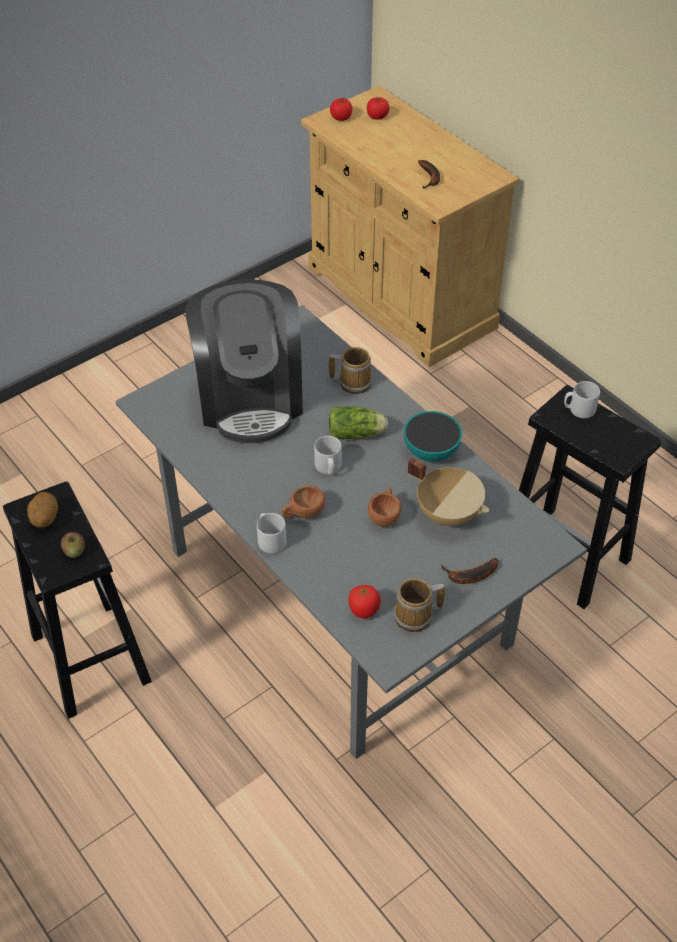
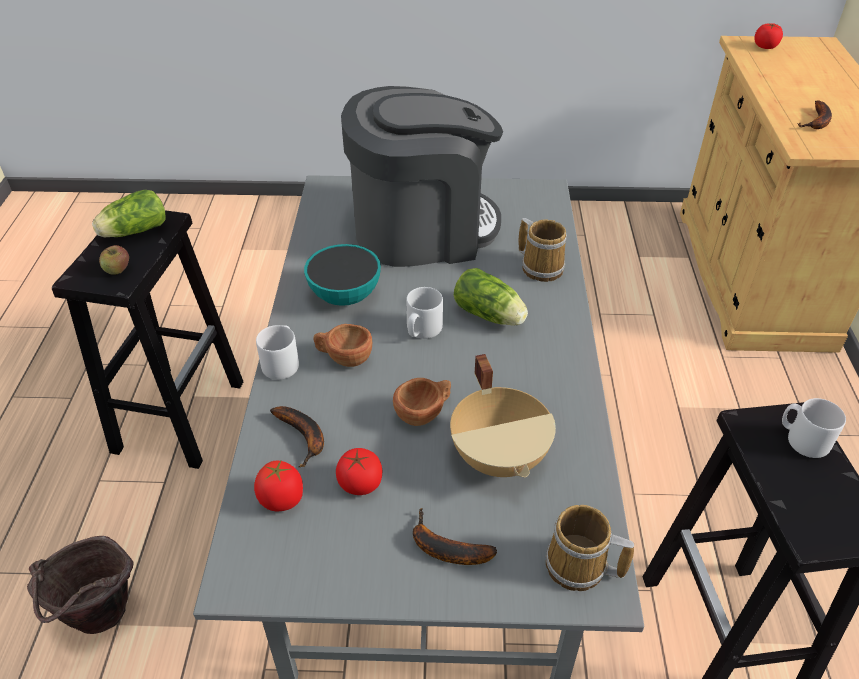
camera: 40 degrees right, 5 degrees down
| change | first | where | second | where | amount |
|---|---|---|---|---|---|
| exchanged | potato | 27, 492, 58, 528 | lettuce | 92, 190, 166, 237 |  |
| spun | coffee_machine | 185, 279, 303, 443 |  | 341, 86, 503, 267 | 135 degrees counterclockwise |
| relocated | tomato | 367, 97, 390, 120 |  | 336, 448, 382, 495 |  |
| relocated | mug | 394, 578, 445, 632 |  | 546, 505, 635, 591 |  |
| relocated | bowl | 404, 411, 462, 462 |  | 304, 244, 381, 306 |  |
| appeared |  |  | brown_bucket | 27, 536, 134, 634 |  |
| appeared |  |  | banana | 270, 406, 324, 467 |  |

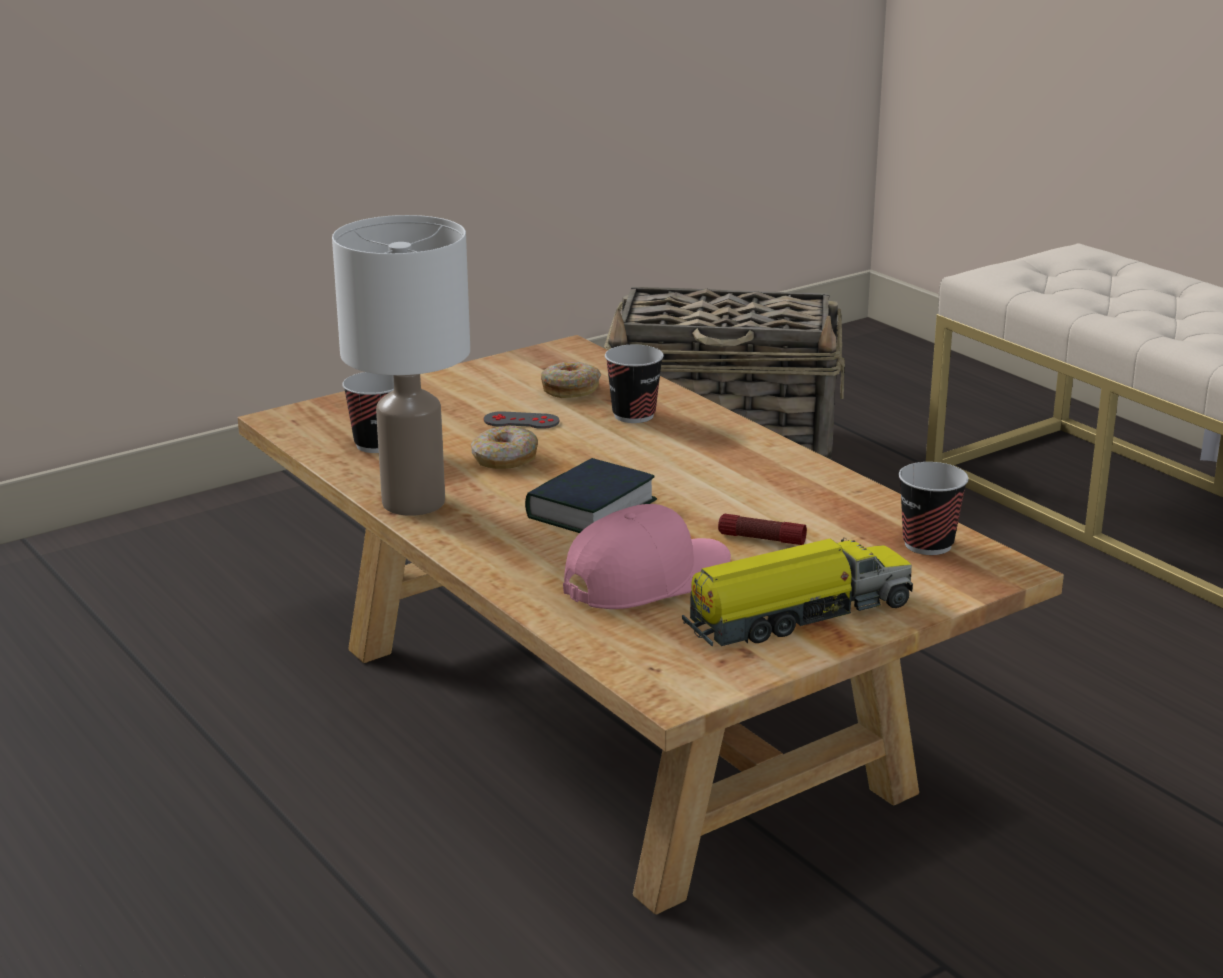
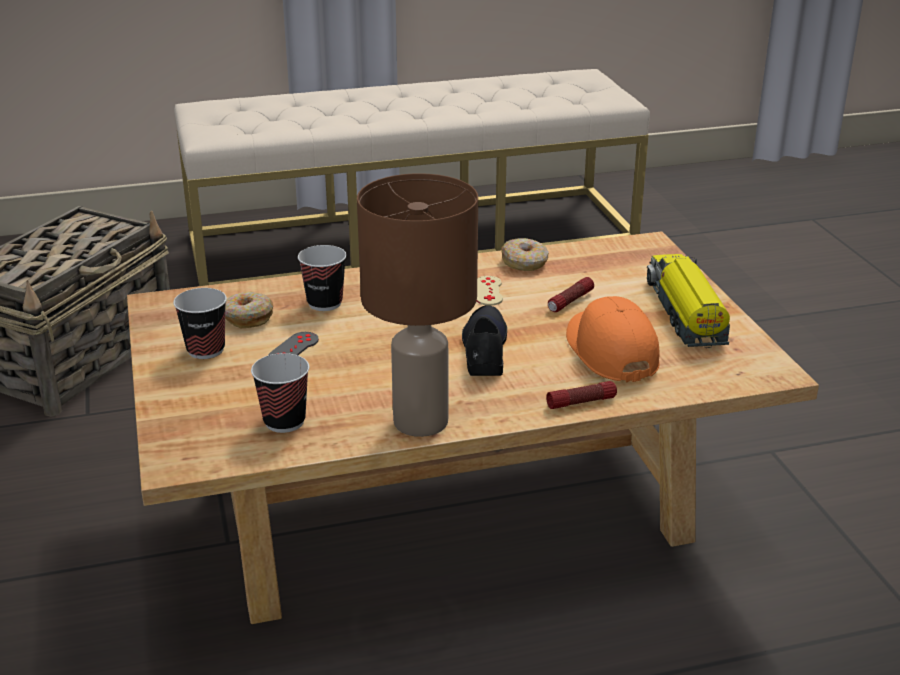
camera: 70 degrees left, 5 degrees up
| change | first | where | second | where | amount |
|---|---|---|---|---|---|
| colour | white_table_lamp | 332, 215, 470, 516 | brown_table_lamp | 357, 173, 478, 437 |  |
| relocated | donut | 471, 426, 538, 469 |  | 501, 238, 549, 271 |  |
| exchanged | book | 525, 458, 657, 533 | black_shoe | 462, 305, 507, 376 |  |
| colour | pink_cap | 563, 504, 731, 609 | orange_cap | 566, 296, 660, 383 |  |
| relocated | cup | 899, 462, 968, 555 |  | 173, 288, 227, 359 |  |
| appeared |  |  | beige_game_controller | 477, 276, 503, 306 |  |
| appeared |  |  | flashlight | 546, 381, 617, 409 |  |

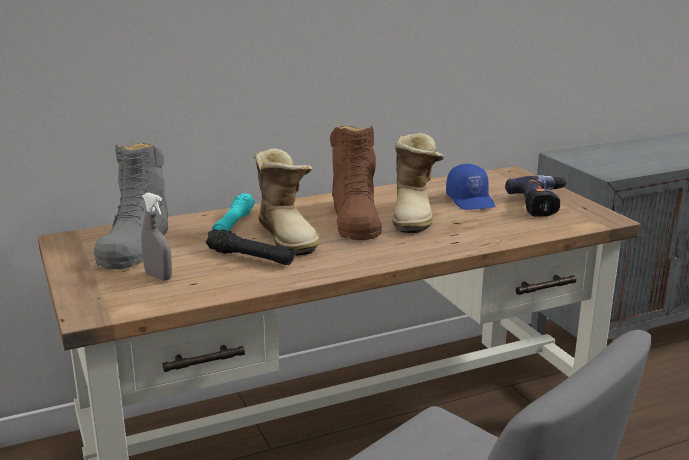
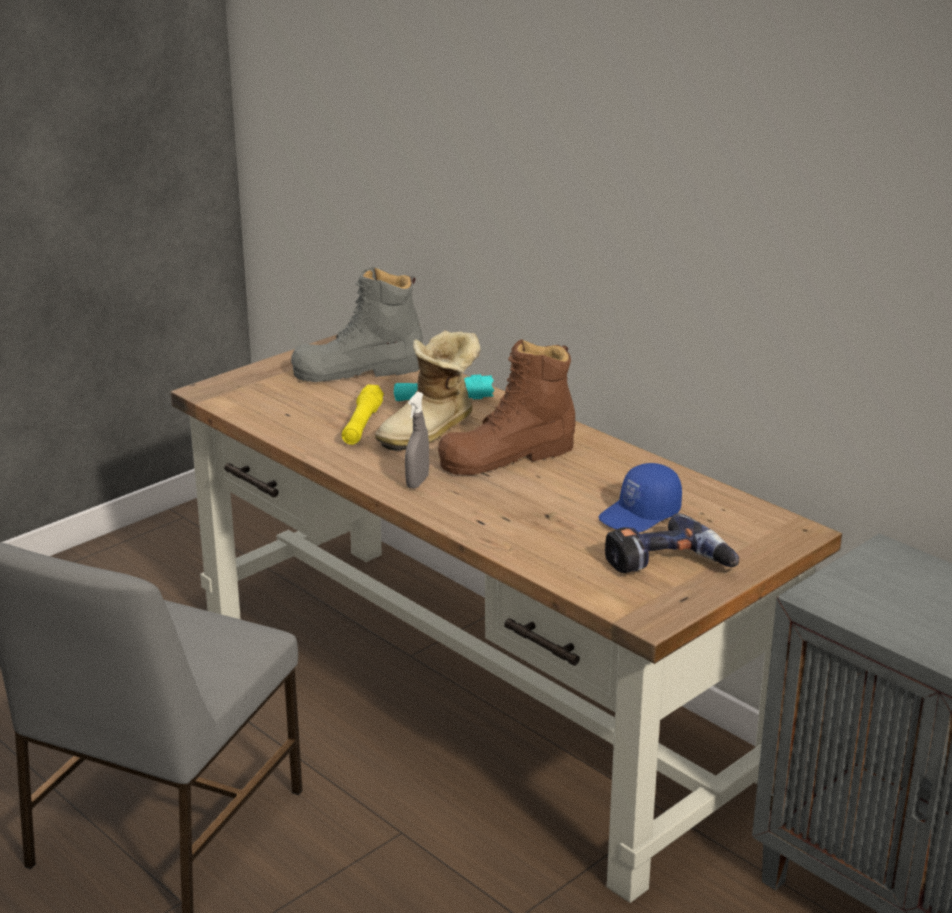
camera: 70 degrees right, 5 degrees up
| change | first | where | second | where | amount |
|---|---|---|---|---|---|
| relocated | grey_spray_bottle | 141, 193, 172, 281 |  | 405, 392, 429, 489 |  |
| colour | black_flashlight | 205, 229, 294, 265 | yellow_flashlight | 342, 384, 384, 445 |  |
| missing | boot | 393, 133, 444, 233 |  |  |  |

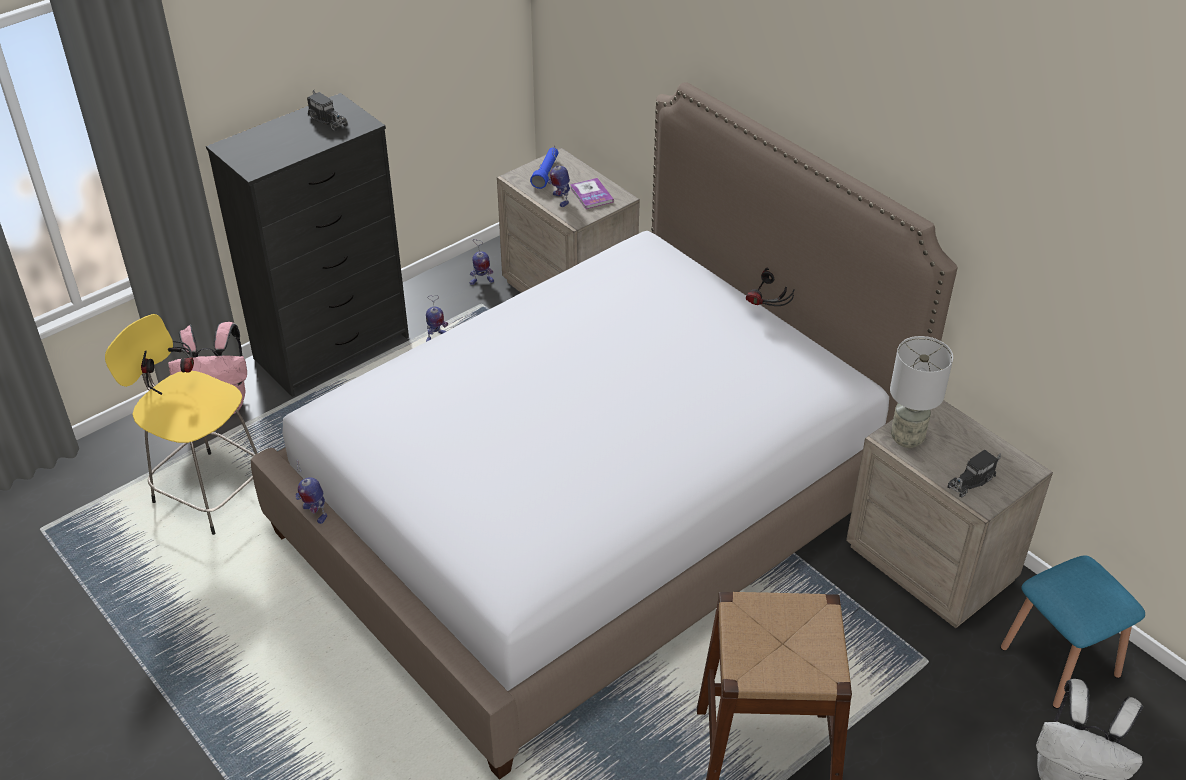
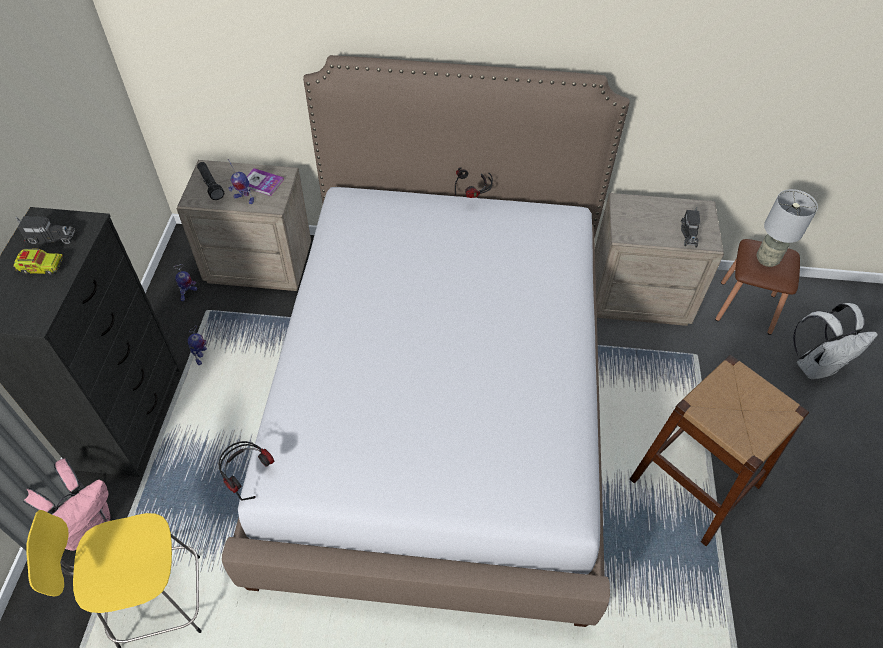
camera: 45 degrees left, 10 degrees up
| change | first | where | second | where | amount |
|---|---|---|---|---|---|
| relocated | headphones | 141, 341, 194, 395 |  | 218, 441, 275, 501 |  |
| missing | toy_robot | 295, 459, 327, 524 |  |  |  |
| colour | blue_flashlight | 530, 147, 559, 189 | black_flashlight | 197, 162, 224, 200 |  |
| relocated | grey_table_lamp | 890, 336, 953, 448 |  | 757, 189, 818, 267 |  |
| colour | blue_stool | 1001, 555, 1145, 709 | brown_stool | 715, 239, 800, 335 |  |
| appeared |  |  | toy_truck | 13, 248, 63, 275 |  |

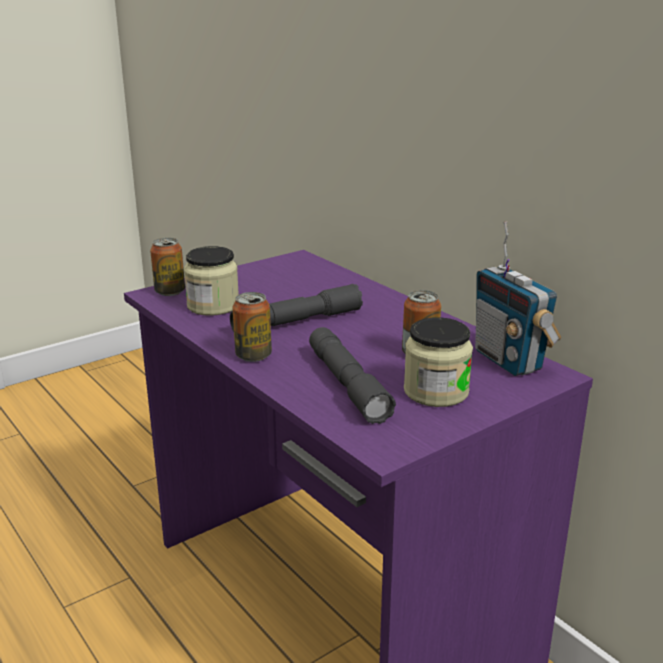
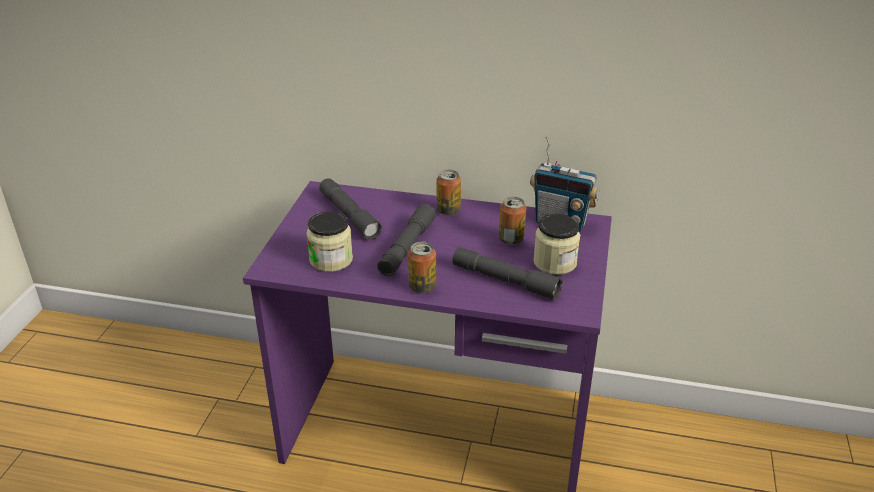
camera: 40 degrees left, 10 degrees up
| change | first | where | second | where | amount |
|---|---|---|---|---|---|
| relocated | can | 150, 238, 185, 296 |  | 436, 170, 461, 216 |  |
| appeared |  |  | grey_flashlight | 319, 178, 382, 240 |  |

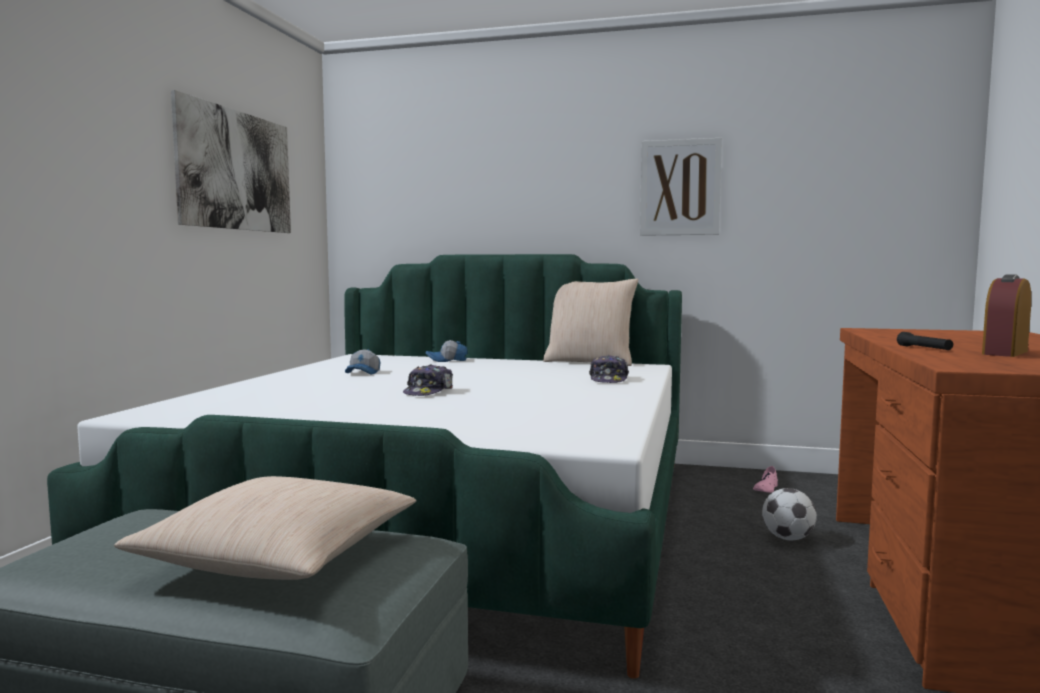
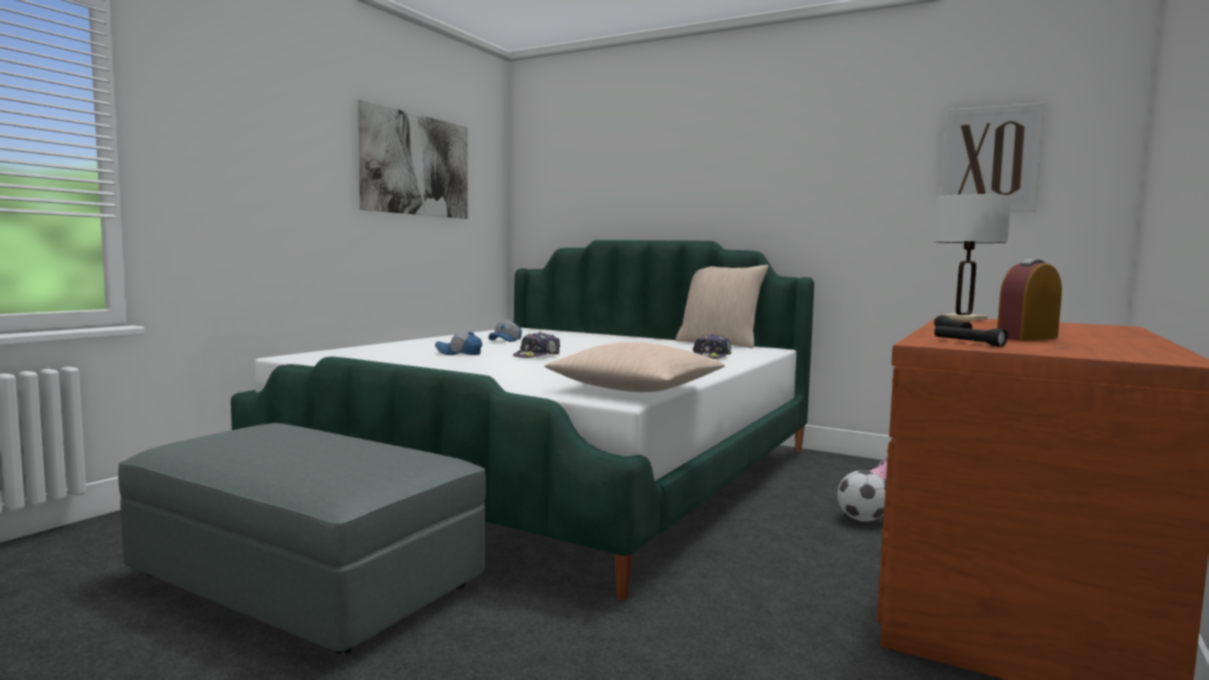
camera: 15 degrees right, 0 degrees up
| change | first | where | second | where | amount |
|---|---|---|---|---|---|
| relocated | beige_pillow | 114, 476, 417, 580 |  | 545, 342, 725, 392 |  |
| relocated | cap | 425, 340, 468, 362 |  | 435, 330, 482, 355 |  |
| relocated | picture | 640, 138, 722, 236 |  | 941, 103, 1045, 212 |  |
| appeared |  |  | white_table_lamp | 933, 194, 1012, 321 |  |
| appeared |  |  | black_flashlight | 934, 325, 1008, 347 |  |

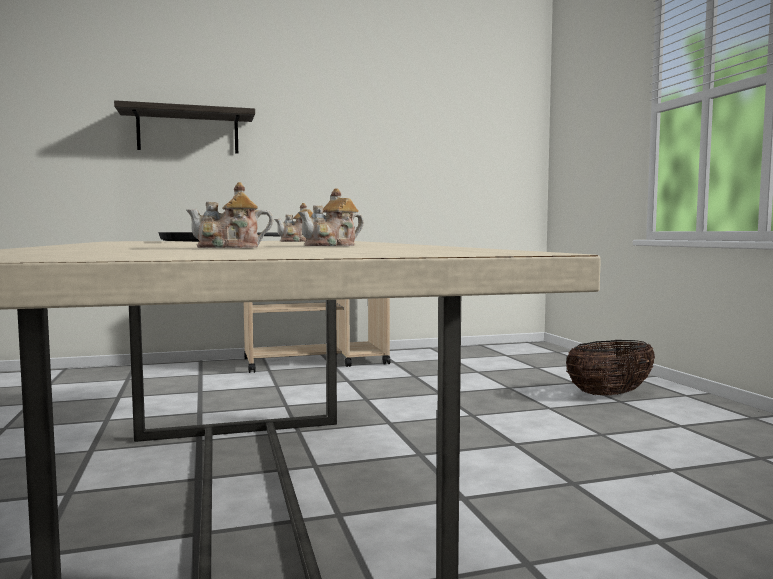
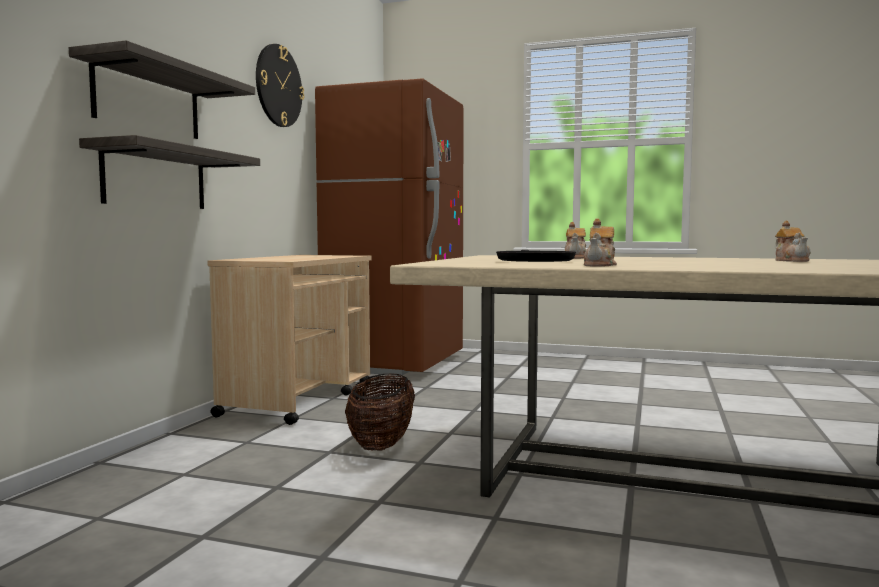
camera: 55 degrees left, 0 degrees up
| change | first | where | second | where | amount |
|---|---|---|---|---|---|
| relocated | teapot | 186, 182, 273, 248 |  | 584, 219, 617, 266 |  |
| relocated | basket | 566, 340, 655, 396 |  | 345, 373, 415, 451 |  |
| appeared |  |  | shelf | 79, 135, 260, 209 |  |
| appeared |  |  | wall_clock | 256, 44, 304, 127 |  |
| appeared |  |  | brown_fridge | 315, 78, 463, 376 |  |

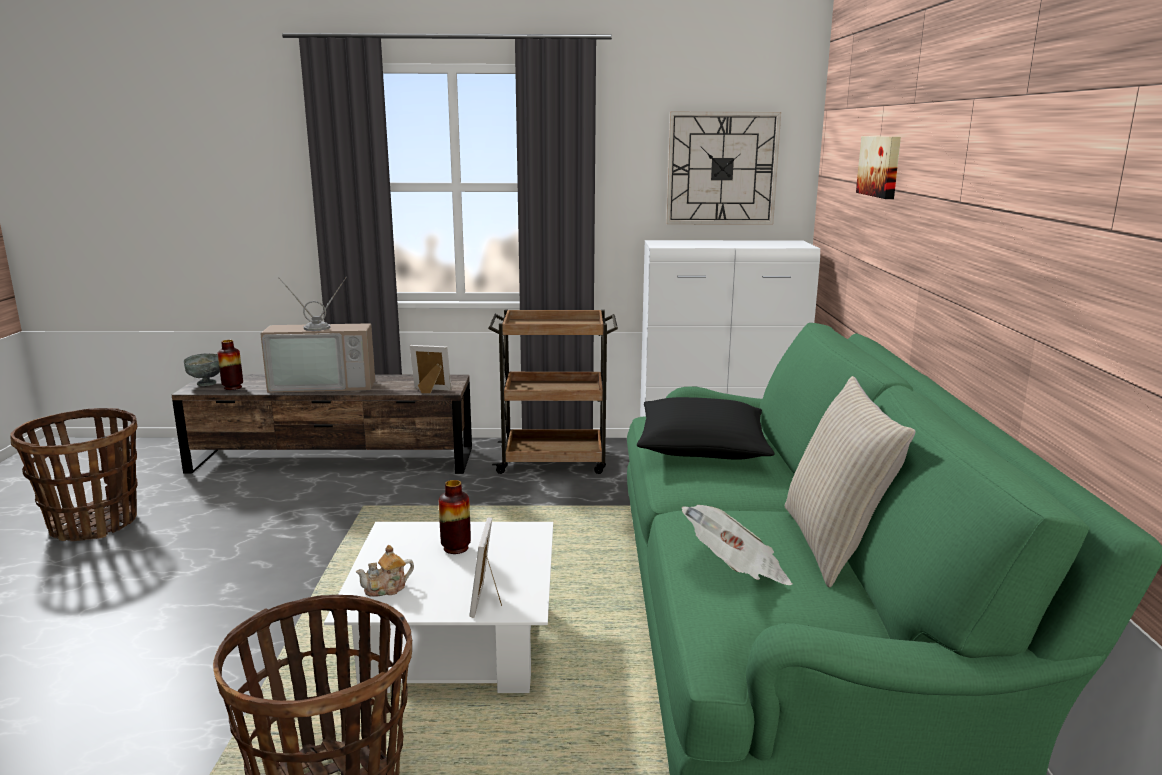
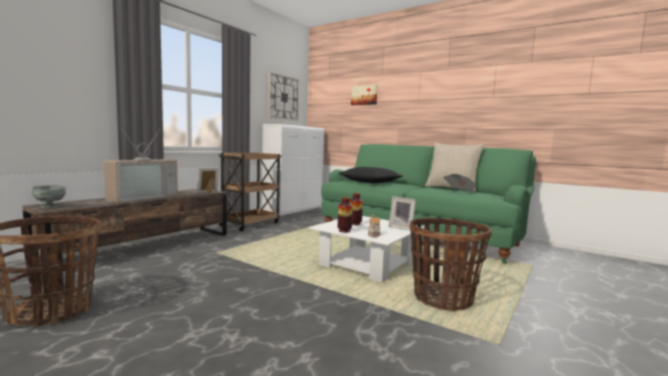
camera: 55 degrees left, 10 degrees down
| change | first | where | second | where | amount |
|---|---|---|---|---|---|
| relocated | vase | 218, 340, 243, 390 |  | 338, 197, 353, 233 |  |

